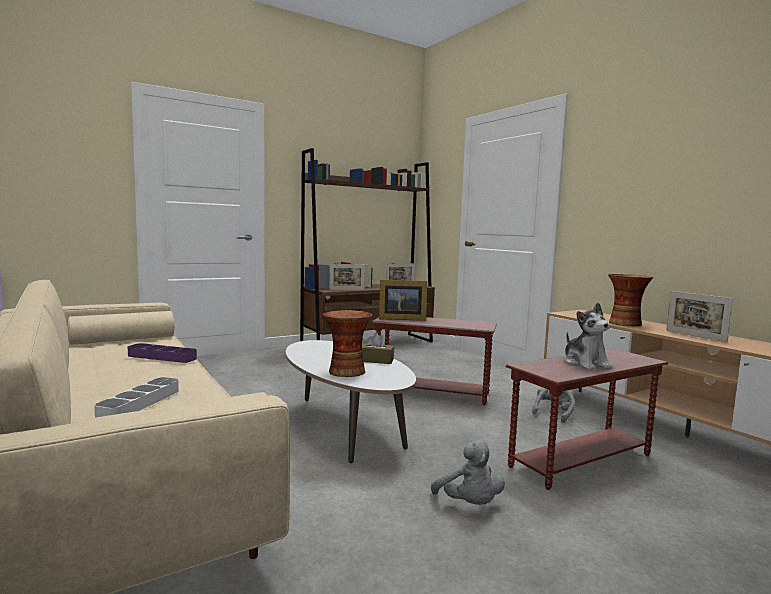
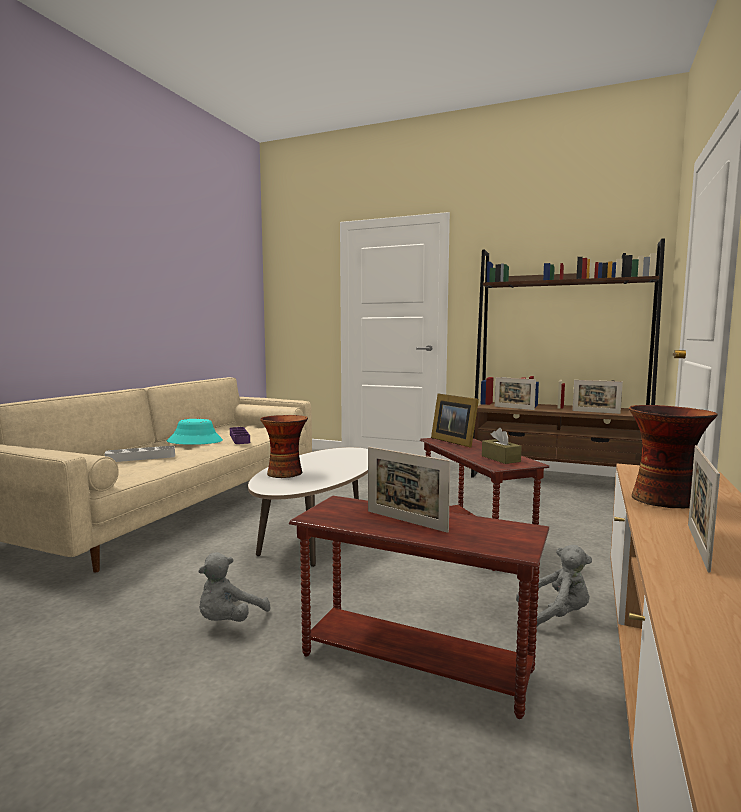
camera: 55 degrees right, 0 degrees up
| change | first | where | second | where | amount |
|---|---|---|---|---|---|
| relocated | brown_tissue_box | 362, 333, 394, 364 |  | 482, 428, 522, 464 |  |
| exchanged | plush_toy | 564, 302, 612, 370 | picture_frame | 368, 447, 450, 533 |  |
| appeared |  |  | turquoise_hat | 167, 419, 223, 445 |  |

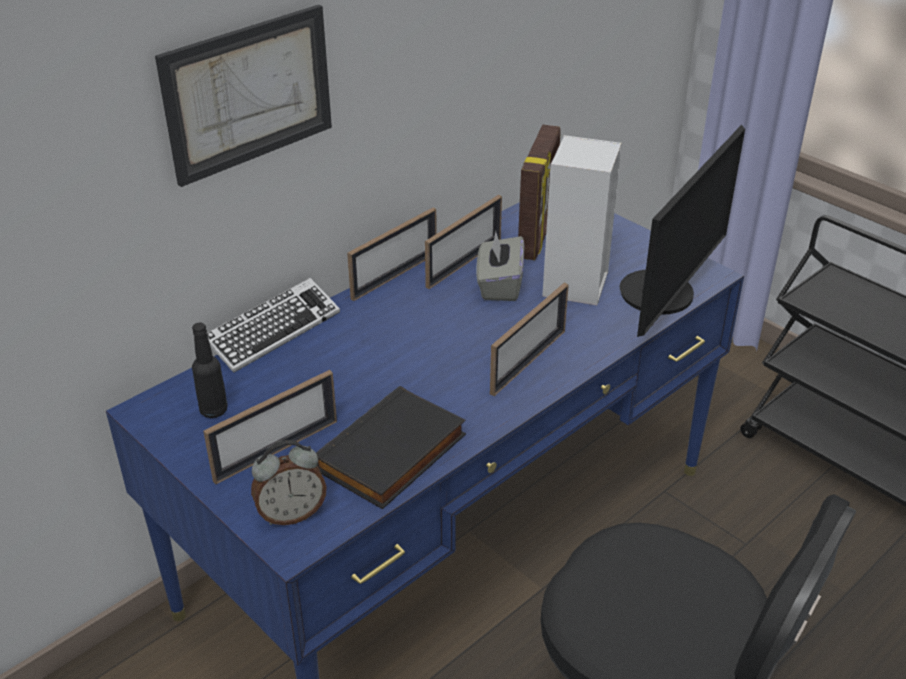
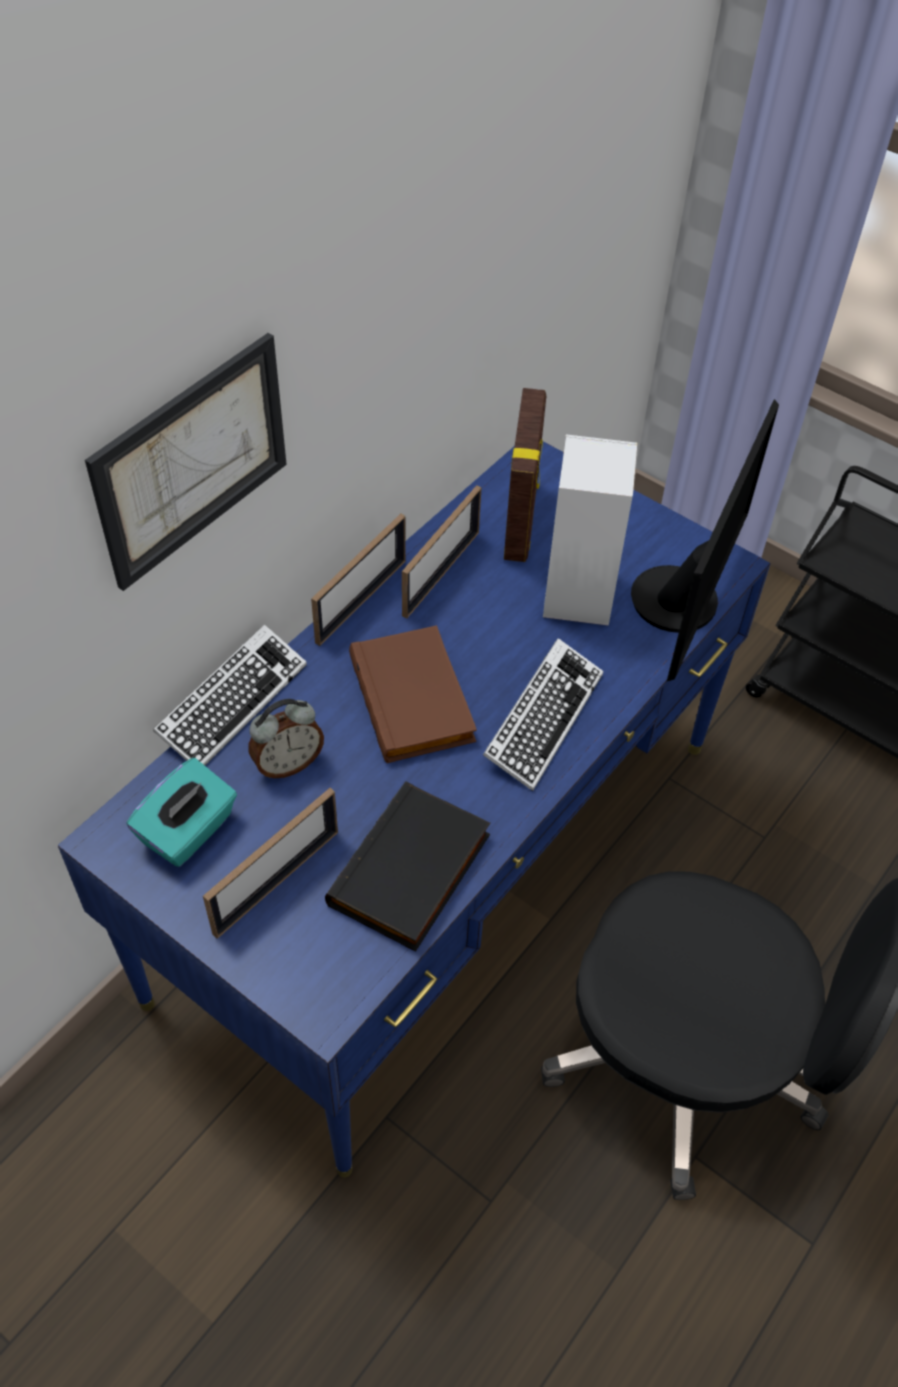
camera: 10 degrees left, 15 degrees up
| change | first | where | second | where | amount |
|---|---|---|---|---|---|
| exchanged | black_bottle | 192, 323, 228, 418 | turquoise_tissue_box | 127, 758, 237, 867 |  |
| relocated | alarm_clock | 251, 440, 327, 525 |  | 248, 699, 324, 778 |  |
| missing | grey_tissue_box | 476, 231, 524, 301 |  |  |  |
| exchanged | picture_frame | 490, 283, 569, 396 | keyboard | 483, 638, 603, 791 |  |
| appeared |  |  | brown_book | 349, 625, 477, 763 |  |

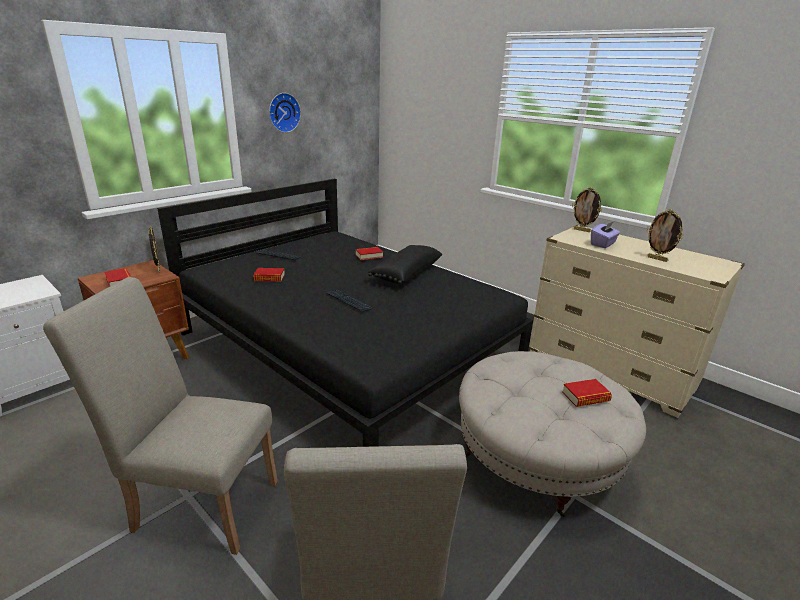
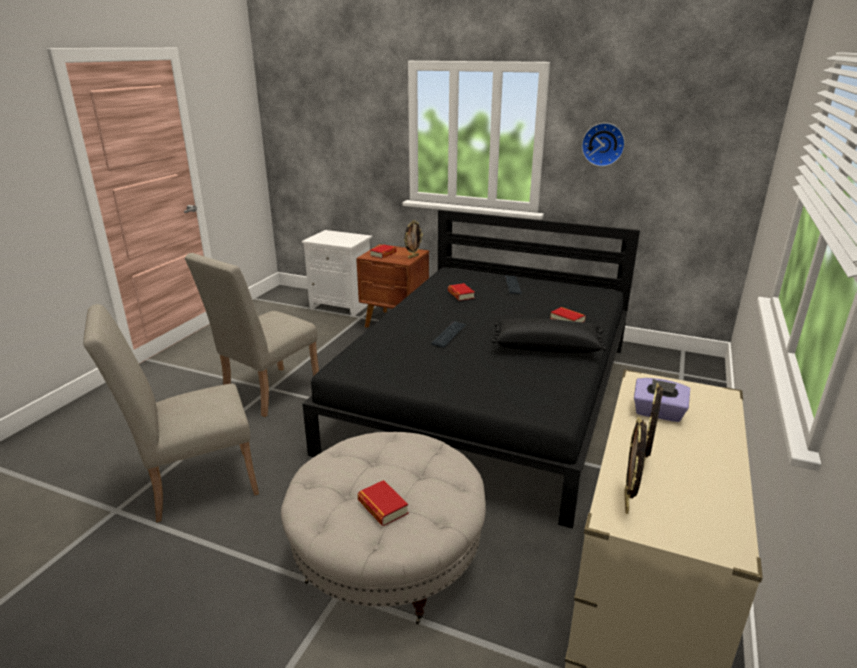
camera: 70 degrees right, 0 degrees up
| change | first | where | second | where | amount |
|---|---|---|---|---|---|
| spun | beige_chair | 43, 277, 278, 555 |  | 185, 253, 319, 417 | 135 degrees counterclockwise |
| relocated | picture_frame | 572, 187, 602, 232 |  | 624, 417, 647, 514 |  |

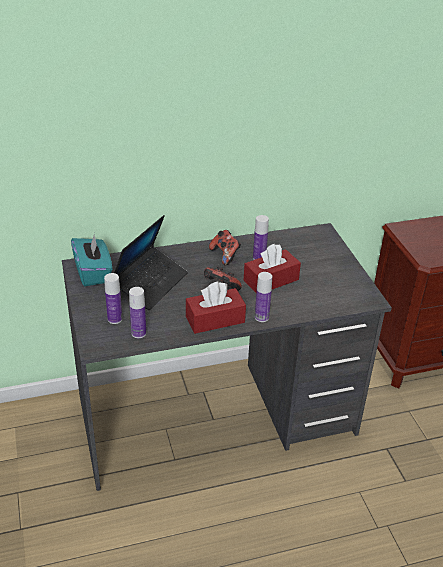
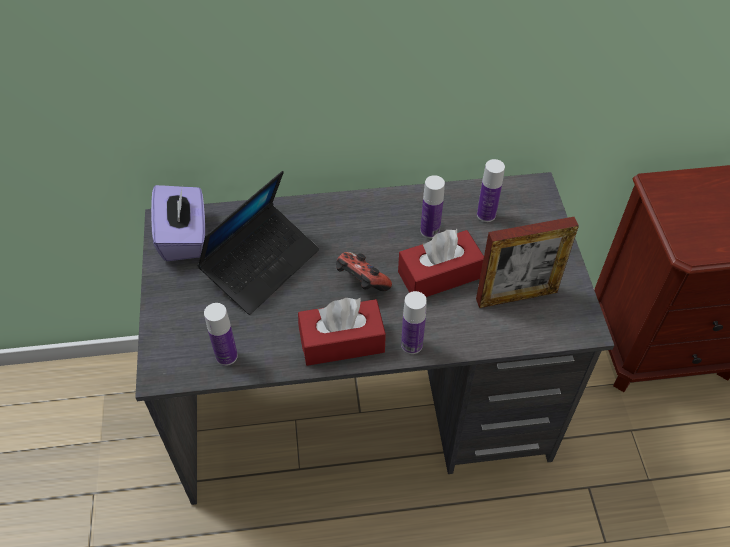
camera: 10 degrees right, 15 degrees up
| change | first | where | second | where | amount |
|---|---|---|---|---|---|
| colour | turquoise_tissue_box | 71, 233, 112, 286 | purple_tissue_box | 151, 185, 205, 261 |  |
| relocated | bottle | 104, 273, 122, 324 |  | 477, 159, 505, 222 |  |
| missing | game_controller | 209, 230, 241, 266 |  |  |  |
| appeared |  |  | picture_frame | 476, 217, 579, 308 |  |

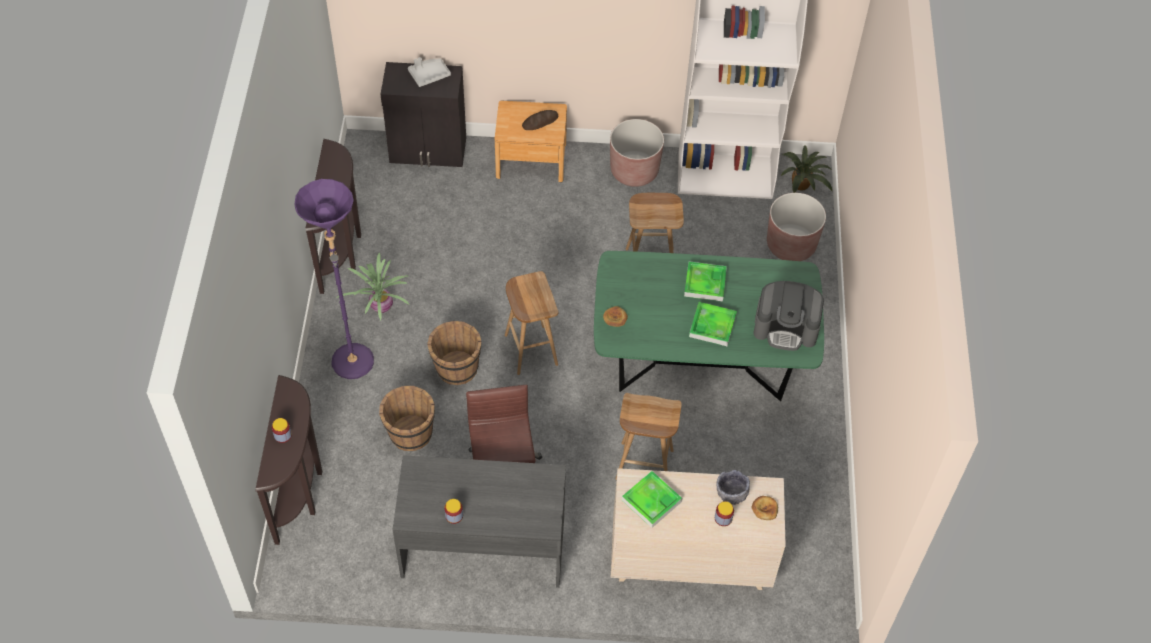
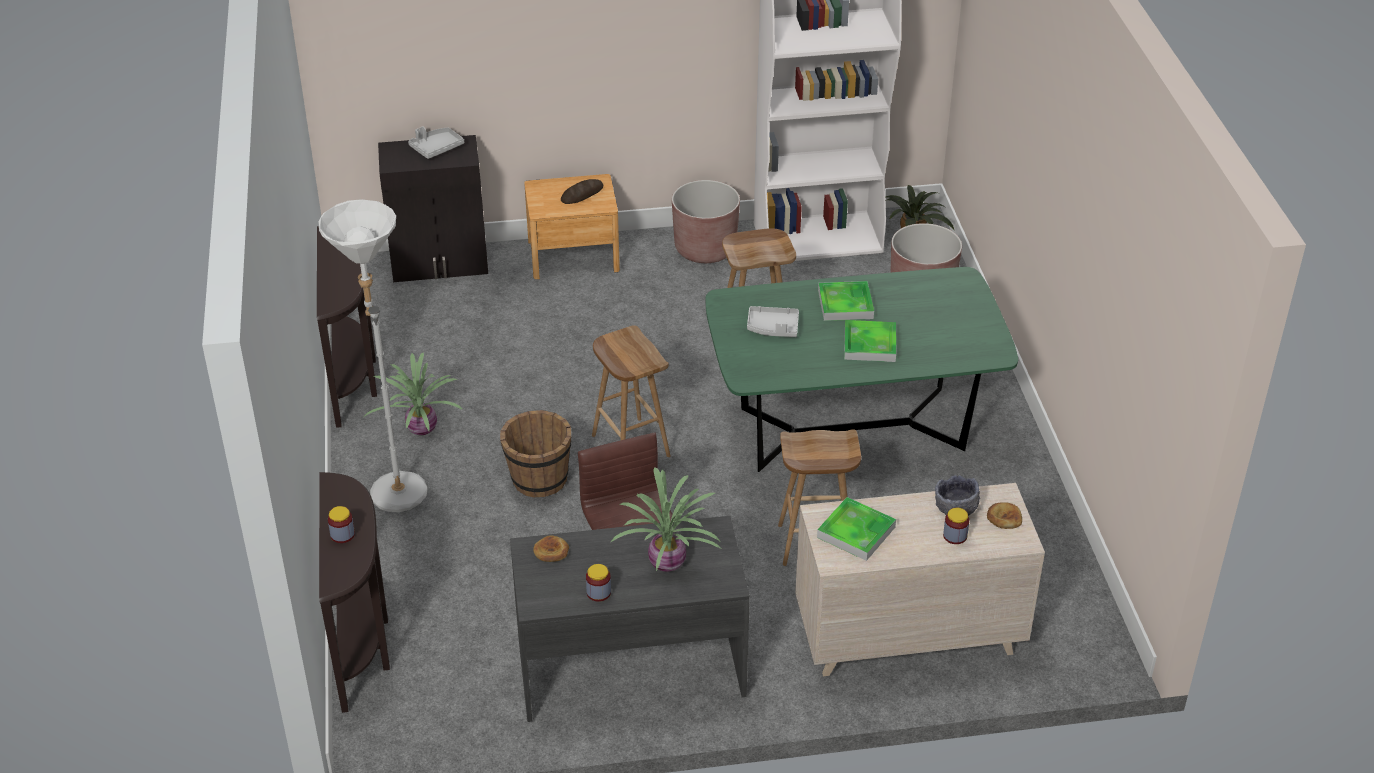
camera: 10 degrees left, 15 degrees down
| change | first | where | second | where | amount |
|---|---|---|---|---|---|
| colour | purple_floor_lamp | 294, 179, 374, 379 | white_floor_lamp | 319, 199, 428, 512 |  |
| missing | brown_bucket | 379, 386, 435, 451 |  |  |  |
| relocated | bread | 603, 306, 628, 327 |  | 533, 535, 569, 562 |  |
| missing | coffee_machine | 753, 281, 824, 351 |  |  |  |
| appeared |  |  | potted_plant | 611, 467, 721, 572 |  |
| appeared |  |  | grey_tray | 747, 306, 799, 337 |  |

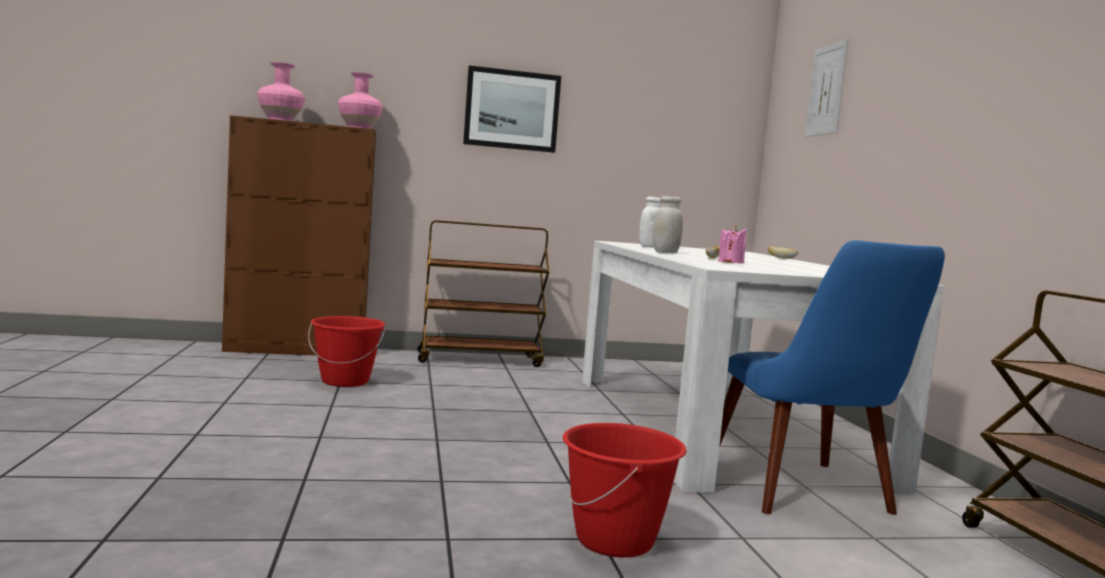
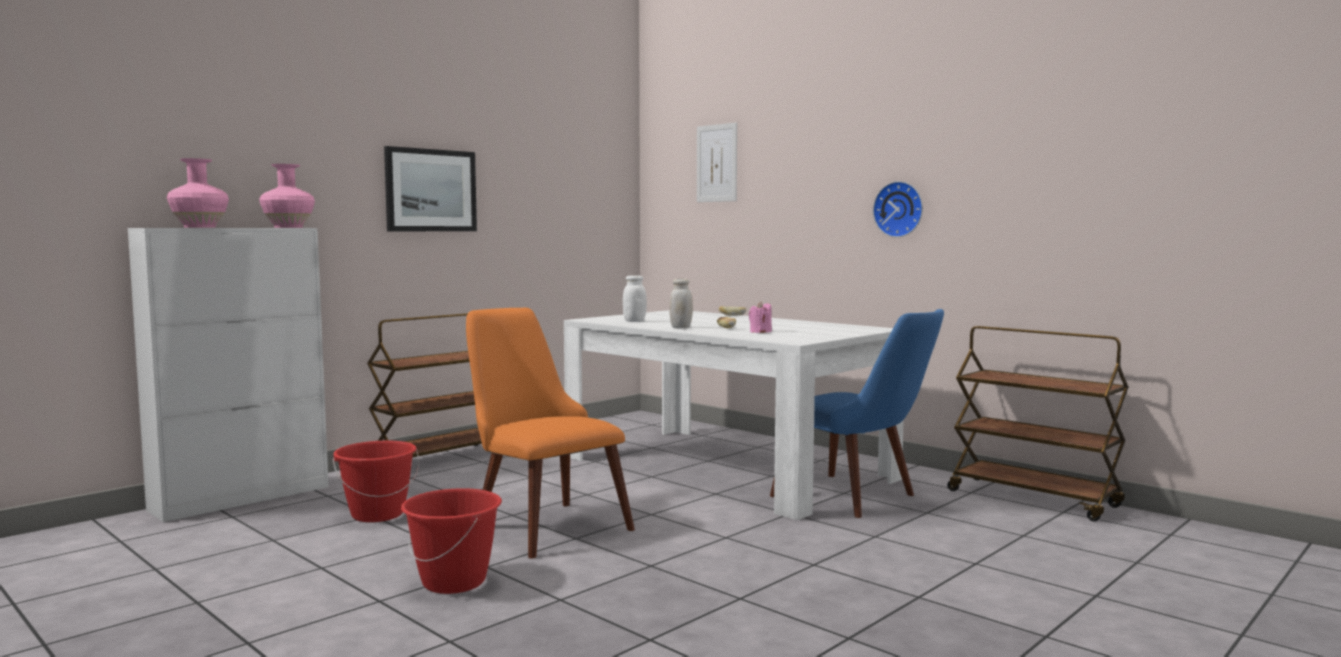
camera: 35 degrees left, 0 degrees up
| change | first | where | second | where | amount |
|---|---|---|---|---|---|
| colour | brown_cabinet | 222, 115, 376, 356 | white_cabinet | 128, 228, 329, 522 |  |
| relocated | red_bucket | 563, 423, 687, 558 |  | 401, 488, 502, 594 |  |
| appeared |  |  | orange_chair | 466, 308, 635, 559 |  |
| appeared |  |  | wall_clock | 873, 181, 923, 238 |  |

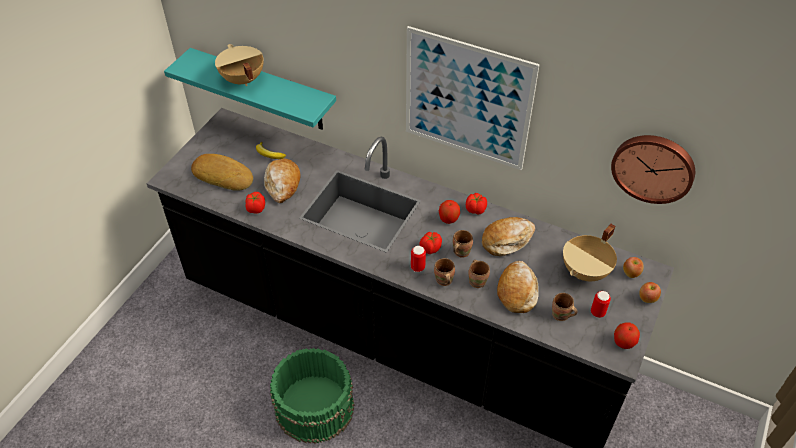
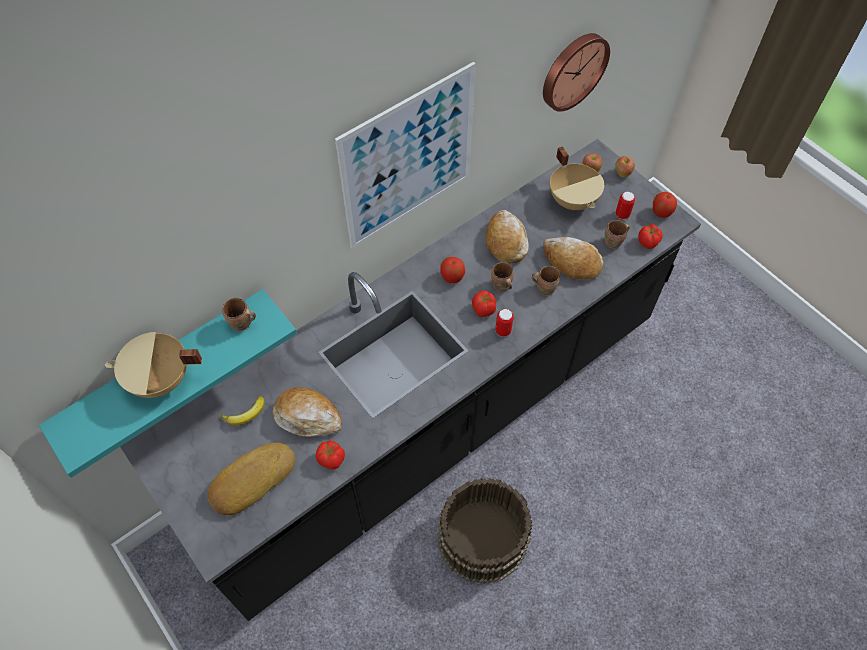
camera: 65 degrees left, 10 degrees up
| change | first | where | second | where | amount |
|---|---|---|---|---|---|
| colour | green_bucket | 270, 348, 355, 444 | brown_bucket | 438, 478, 533, 584 |  |
| relocated | brown_mug | 434, 258, 455, 286 |  | 222, 298, 256, 331 |  |
| relocated | tomato | 466, 193, 487, 214 |  | 638, 224, 663, 249 |  |

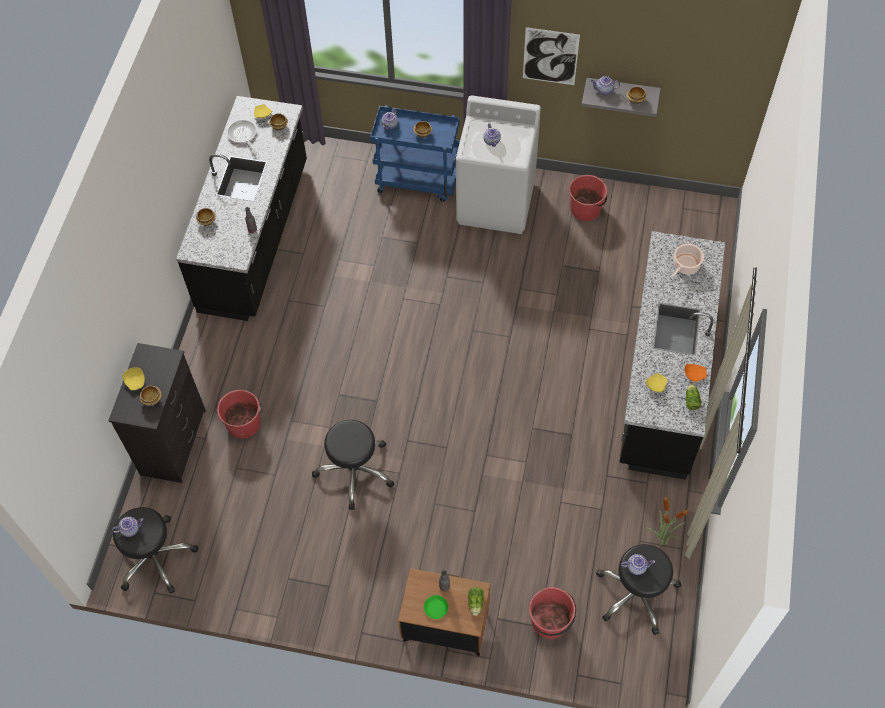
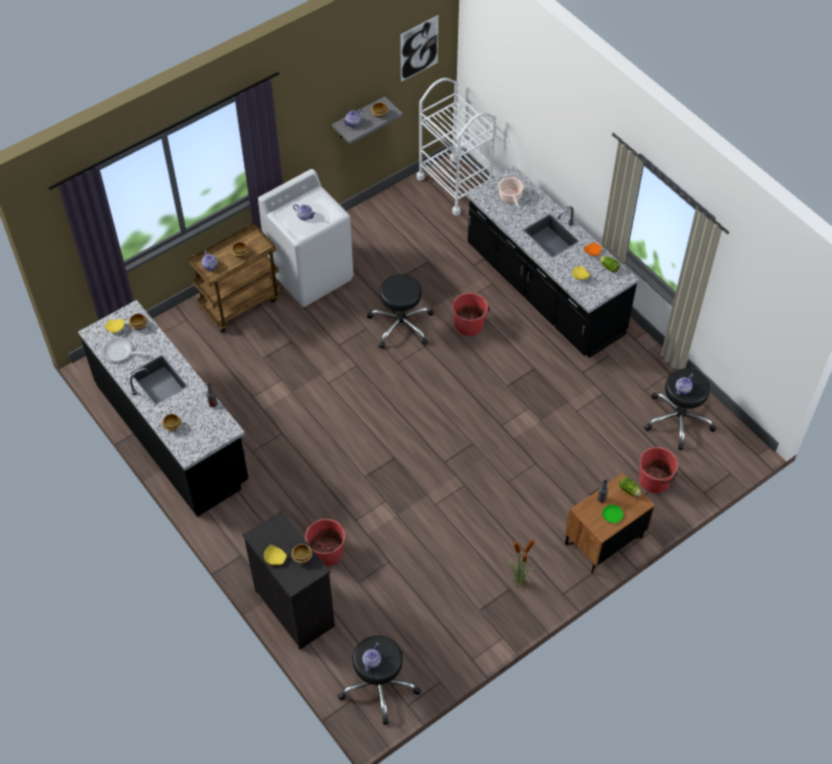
camera: 50 degrees left, 5 degrees down
| change | first | where | second | where | amount |
|---|---|---|---|---|---|
| relocated | black_stool | 312, 420, 394, 510 |  | 367, 274, 434, 349 |  |
| colour | blue_cart | 370, 105, 460, 202 | brown_cart | 189, 223, 281, 333 |  |
| relocated | picture | 523, 27, 580, 85 |  | 400, 15, 438, 82 |  |
| relocated | red_bucket | 569, 175, 607, 221 |  | 452, 293, 490, 336 |  |
| relocated | potted_plant | 648, 497, 688, 545 |  | 506, 538, 535, 587 |  |
| appeared |  |  | white_cart | 417, 78, 496, 216 |  |

